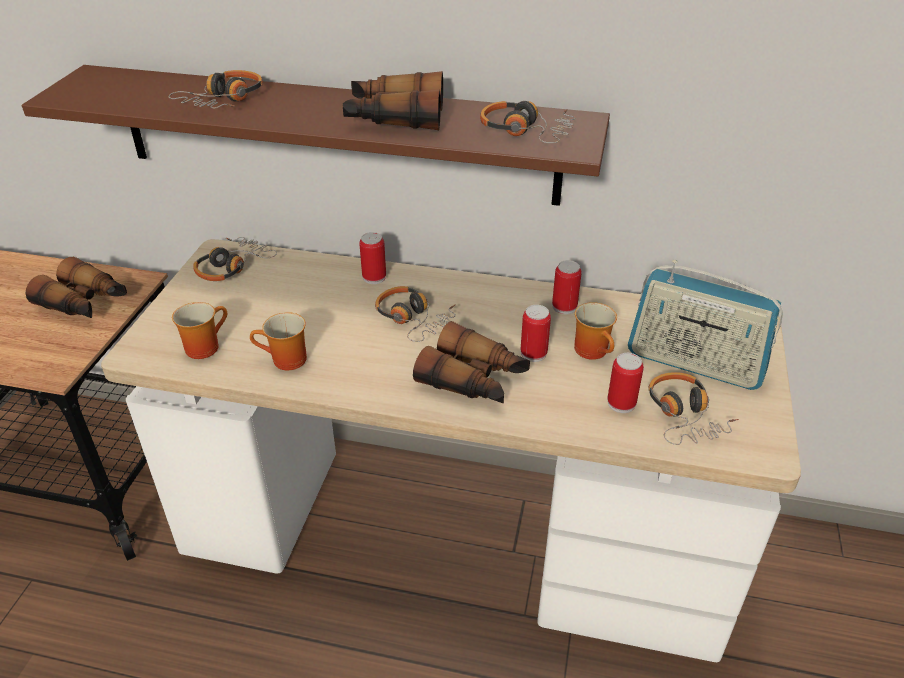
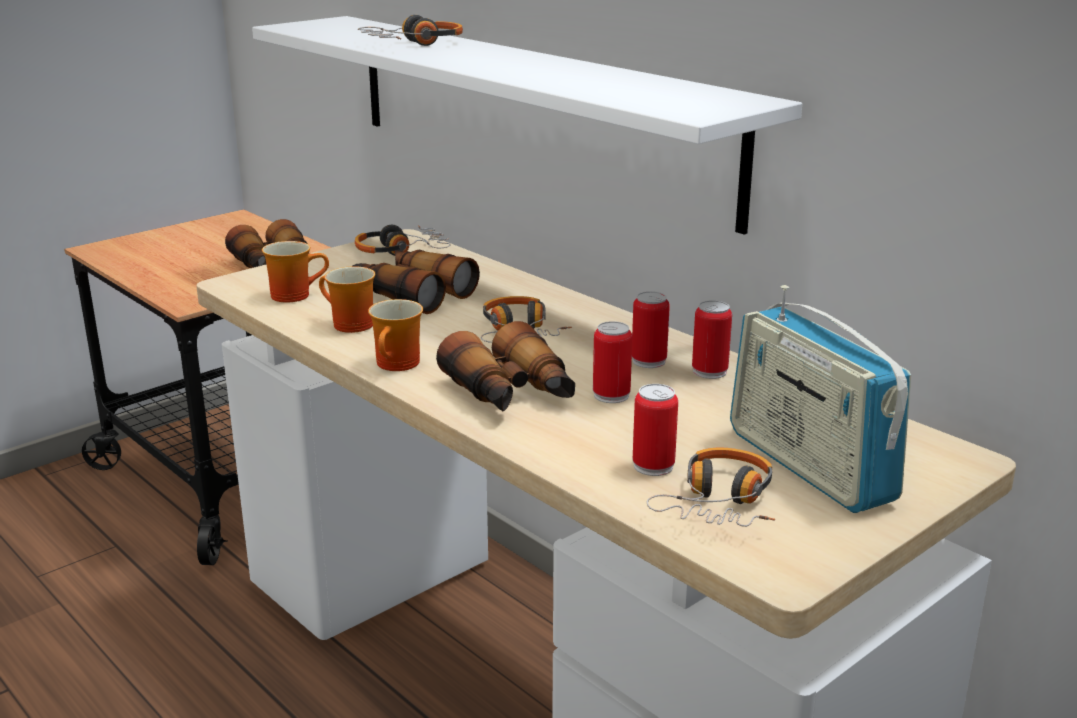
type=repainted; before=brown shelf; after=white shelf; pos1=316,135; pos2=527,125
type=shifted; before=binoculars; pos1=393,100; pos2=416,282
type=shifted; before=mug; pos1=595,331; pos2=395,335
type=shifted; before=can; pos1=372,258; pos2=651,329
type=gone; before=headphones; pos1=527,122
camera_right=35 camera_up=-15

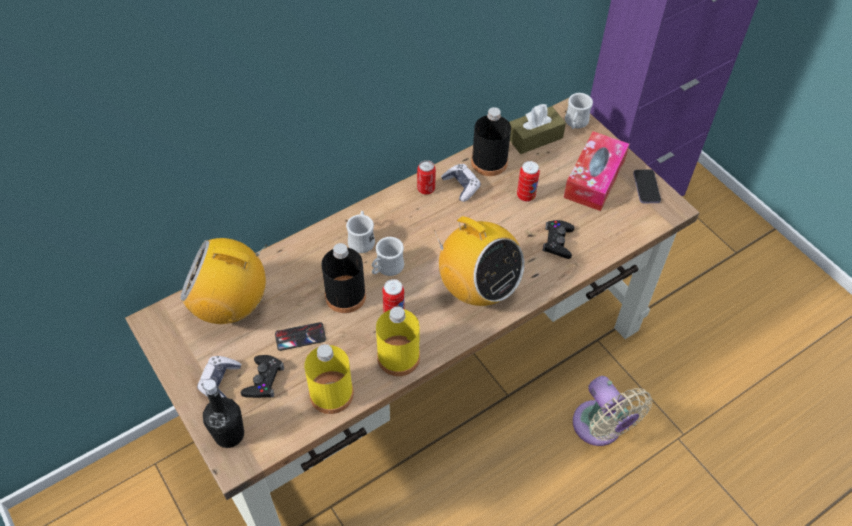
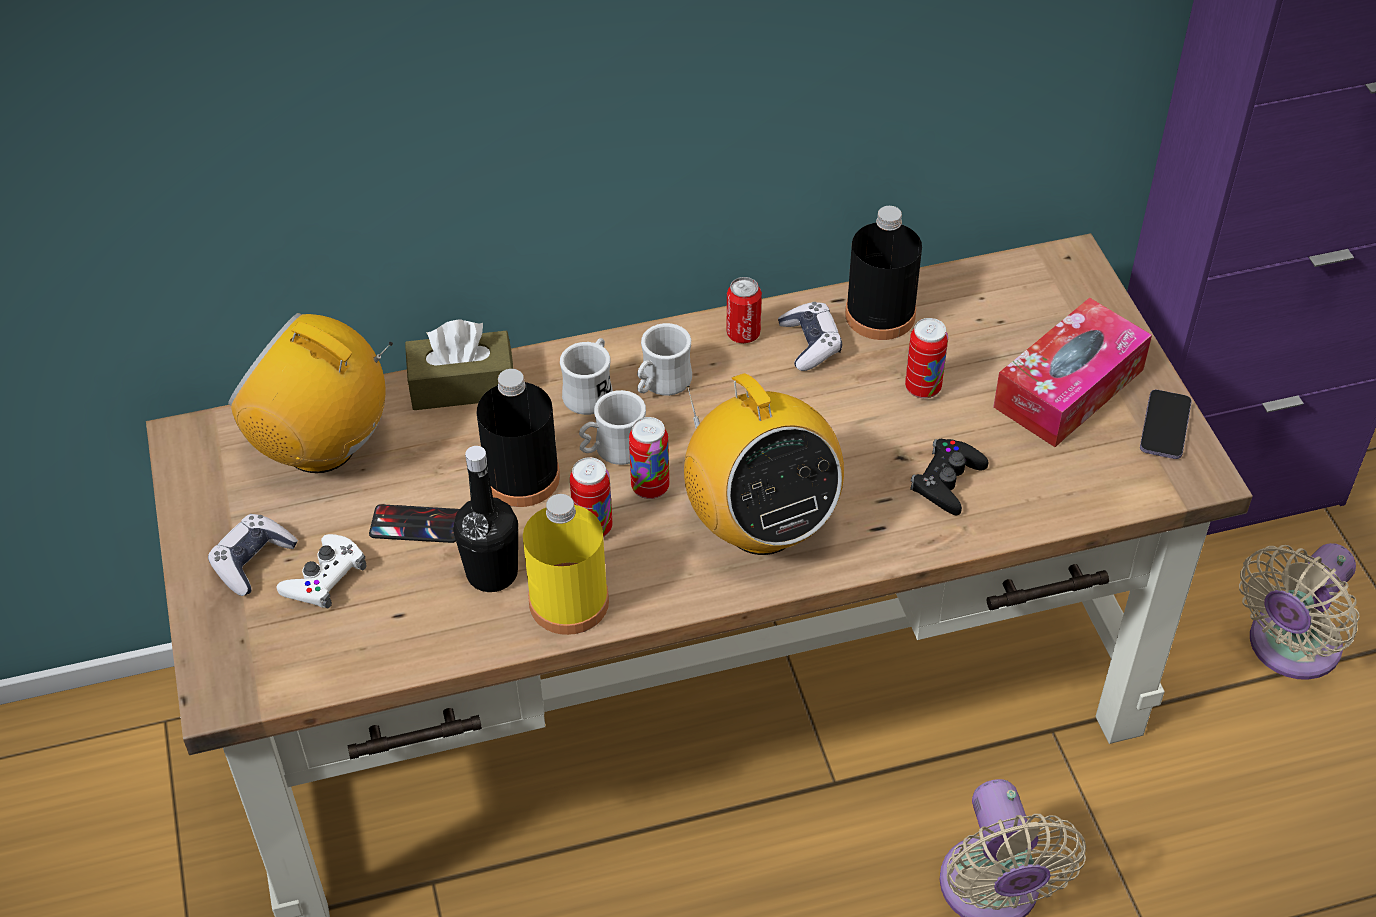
type=repainted; before=black game controller; after=white game controller; pos1=262,376; pos2=322,571
type=shifted; before=brown tissue box; pos1=537,129; pos2=459,365
type=shifted; before=black bottle; pos1=223,413; pos2=485,519
type=new; after=can; pos2=649,458
type=shifted; before=white mug; pos1=579,111; pos2=664,359
type=new; after=beige fan; pos2=1299,611
type=gone; before=yellow bottle; pos1=329,379
camera_right=20 camera_up=-5

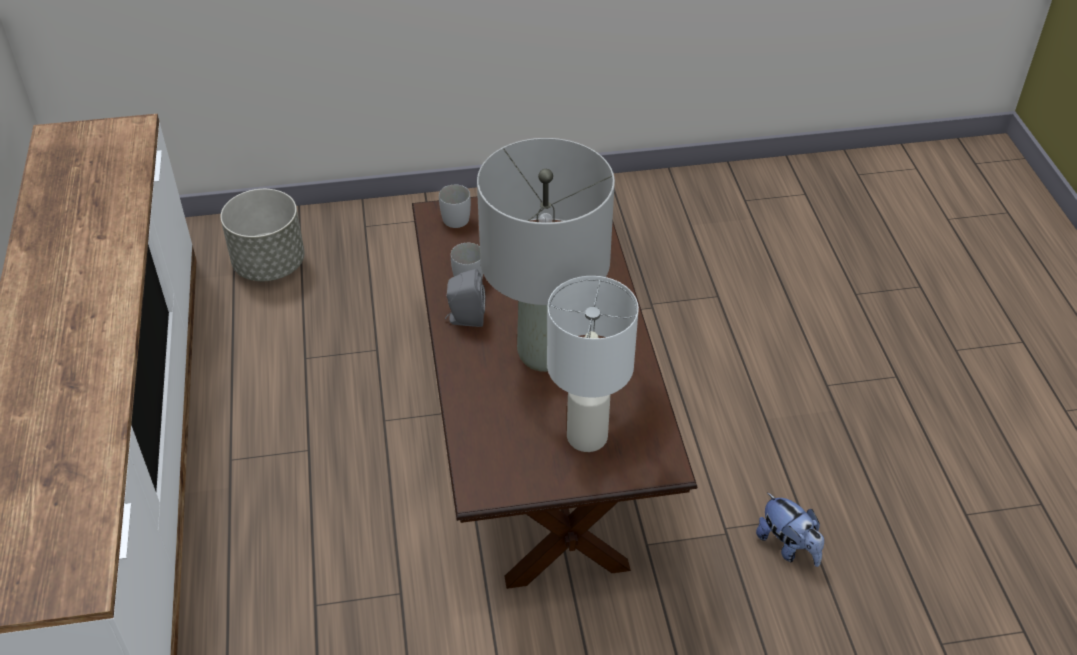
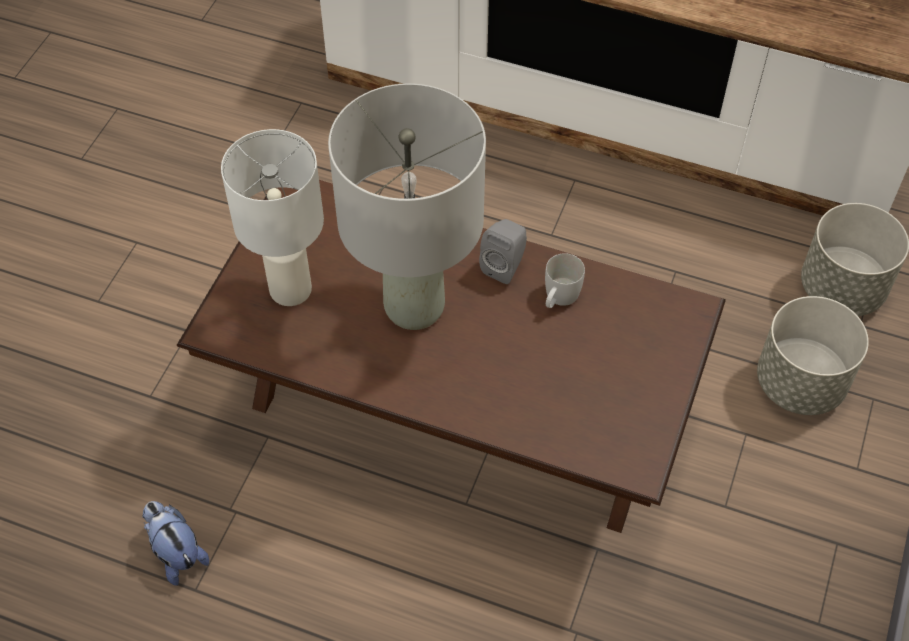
type=rotated; before=plush toy; pos1=790,529; pos2=175,543; turn=60
type=new; after=grey planter; pos2=813,355
type=gone; before=white mug; pos1=455,206
camera_right=120 camera_up=10

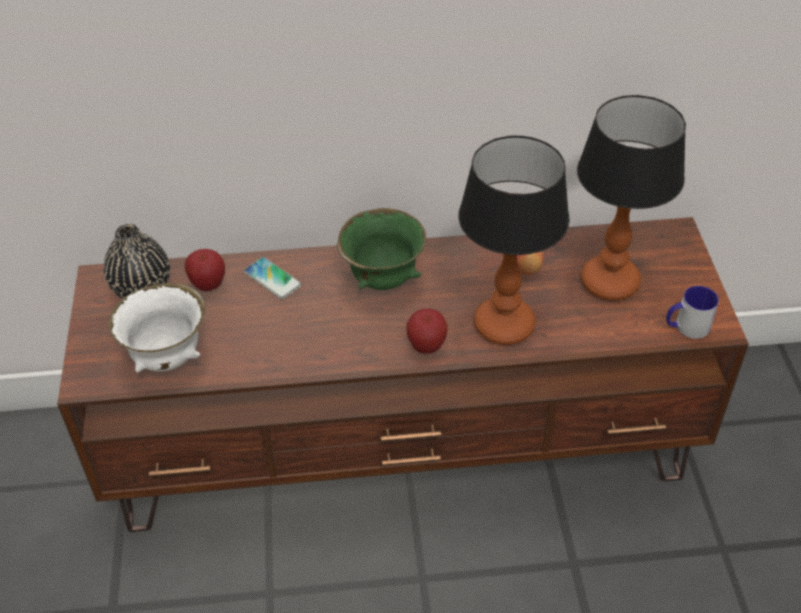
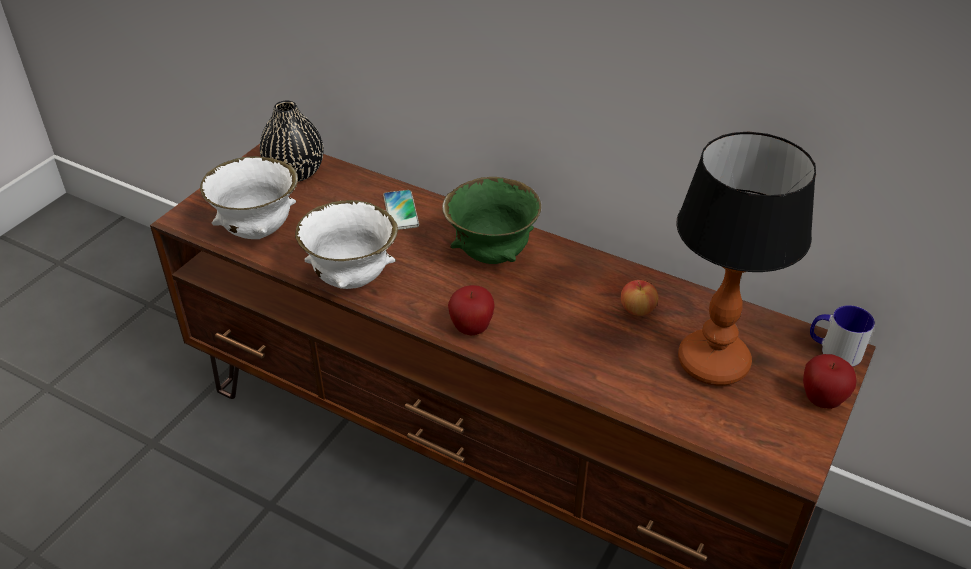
type=new; after=white bowl; pos2=346,244
type=shifted; before=apple; pos1=204,270; pos2=830,381
type=shifted; before=mug; pos1=692,312; pos2=842,336
type=gone; before=table lamp; pos1=514,240
camera_right=35 camera_up=-5

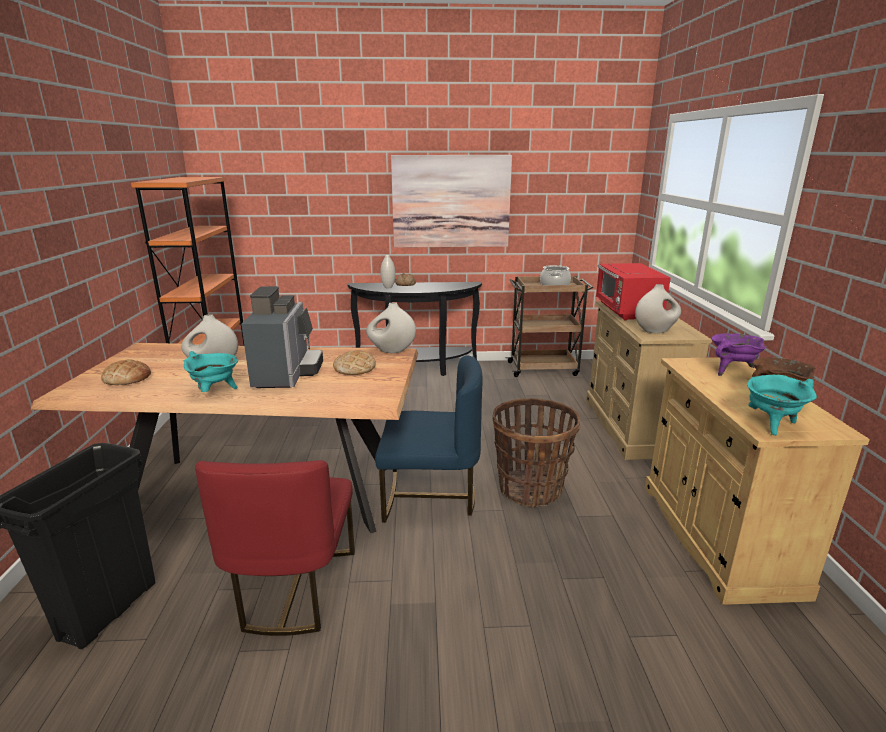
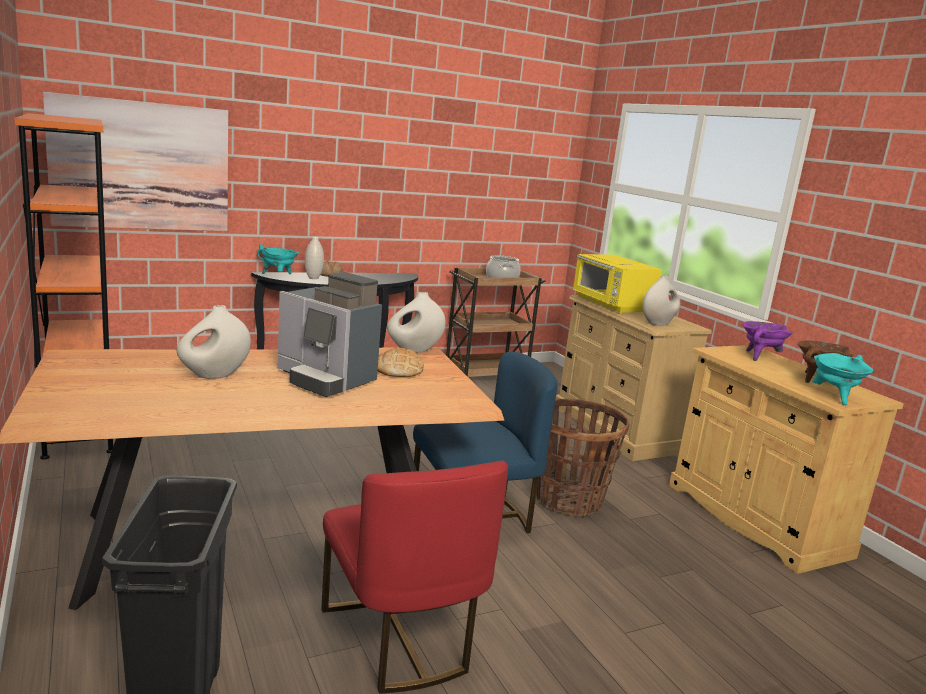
type=shifted; before=picture; pos1=451,201; pos2=135,161
type=shifted; before=turquoise cooking pot; pos1=211,371; pos2=278,259
type=rotated; before=coffee machine; pos1=282,337; pos2=329,334; turn=150
type=repainted; before=red microwave; after=yellow microwave; pos1=633,292; pos2=617,284
type=gone; before=bread; pos1=126,372
camera_right=-25 camera_up=-5

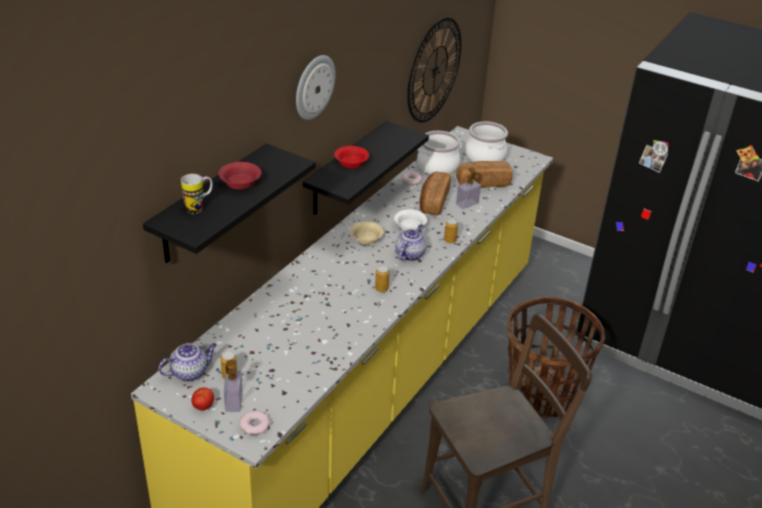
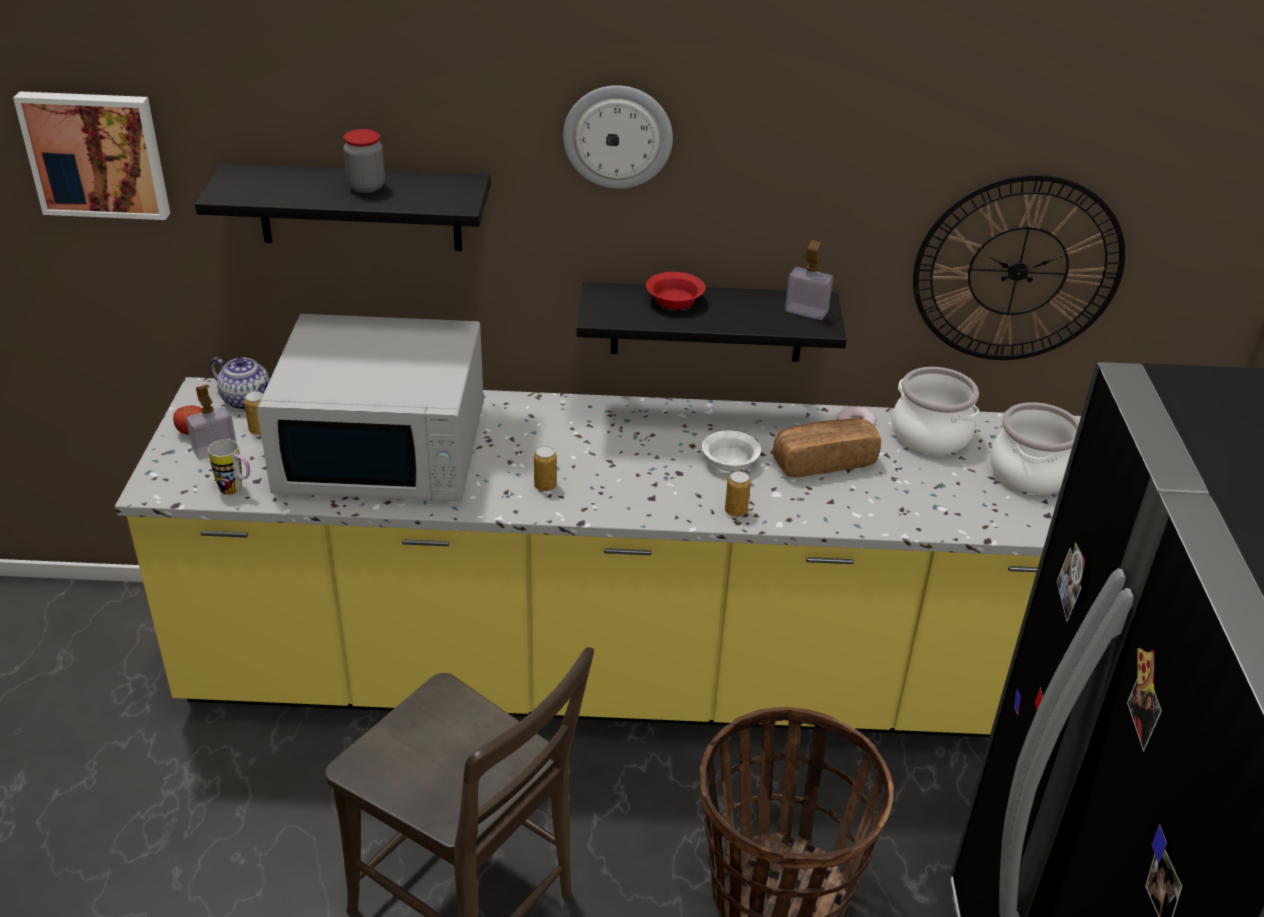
type=new; after=picture; pos2=91,155
type=shifted; before=mug; pos1=196,194; pos2=229,467
type=new; after=white microwave; pos2=370,408
type=swapped; before=red bowl; after=jar; pos1=239,176; pos2=364,161
type=shifted; before=soap dispenser; pos1=468,188; pos2=809,280
type=gone; before=donut; pos1=254,423
type=gone; before=beige bowl; pos1=367,233
type=gone; before=teapot; pos1=410,242
type=gone; before=bread; pos1=484,174
camera_right=60 camera_up=0

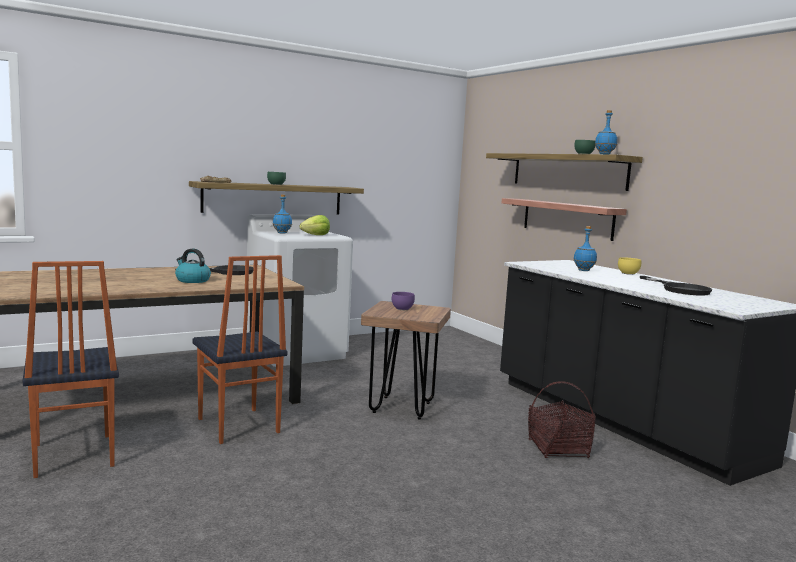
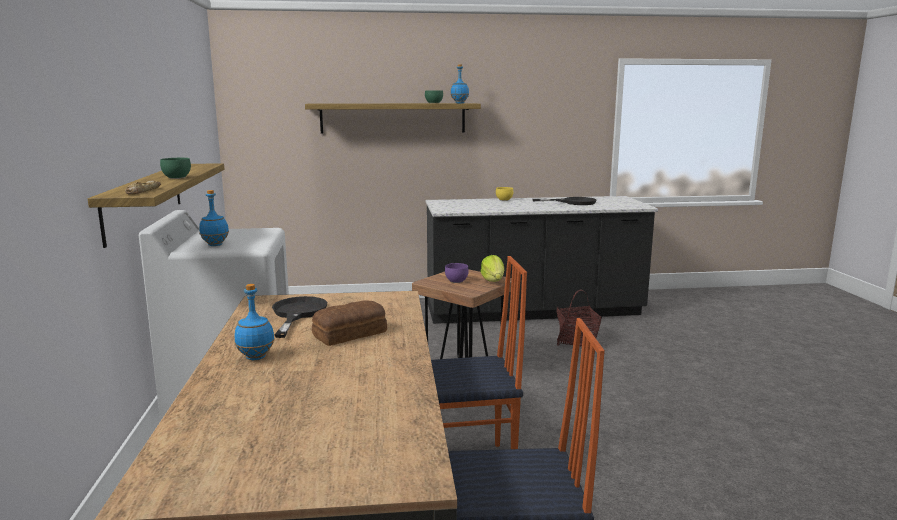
type=shifted; before=blue bottle; pos1=585,248; pos2=254,322
type=swapped; before=kettle; after=bread; pos1=193,266; pos2=349,323
type=shifted; before=lettuce; pos1=315,225; pos2=492,268
type=gone; before=shelf; pos1=564,219
camera_right=-65 camera_up=5

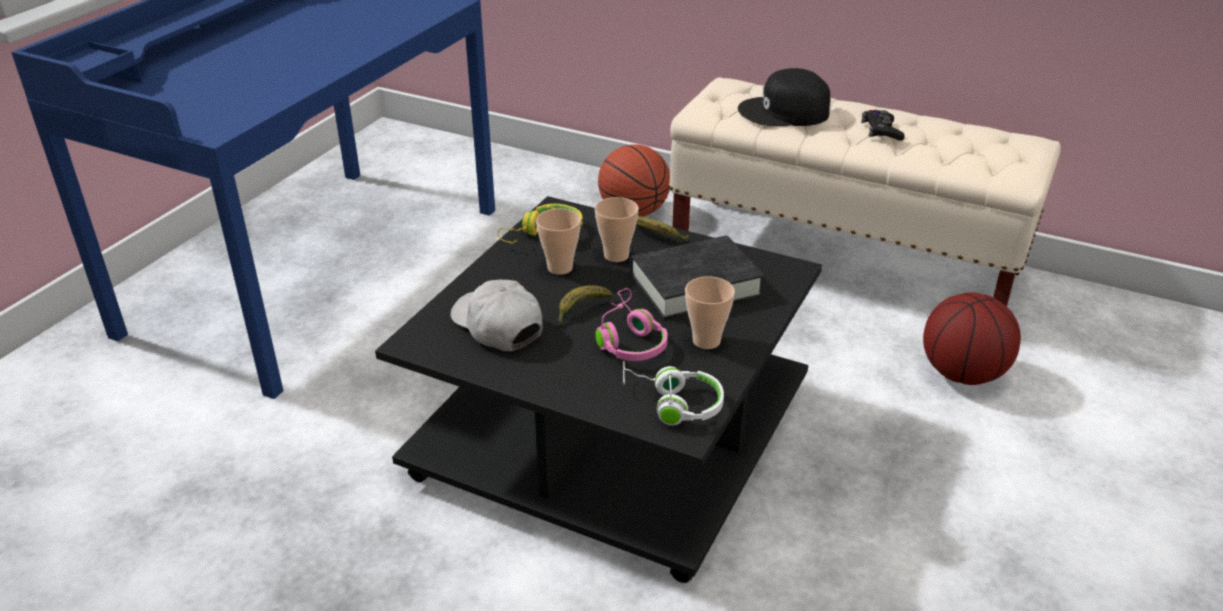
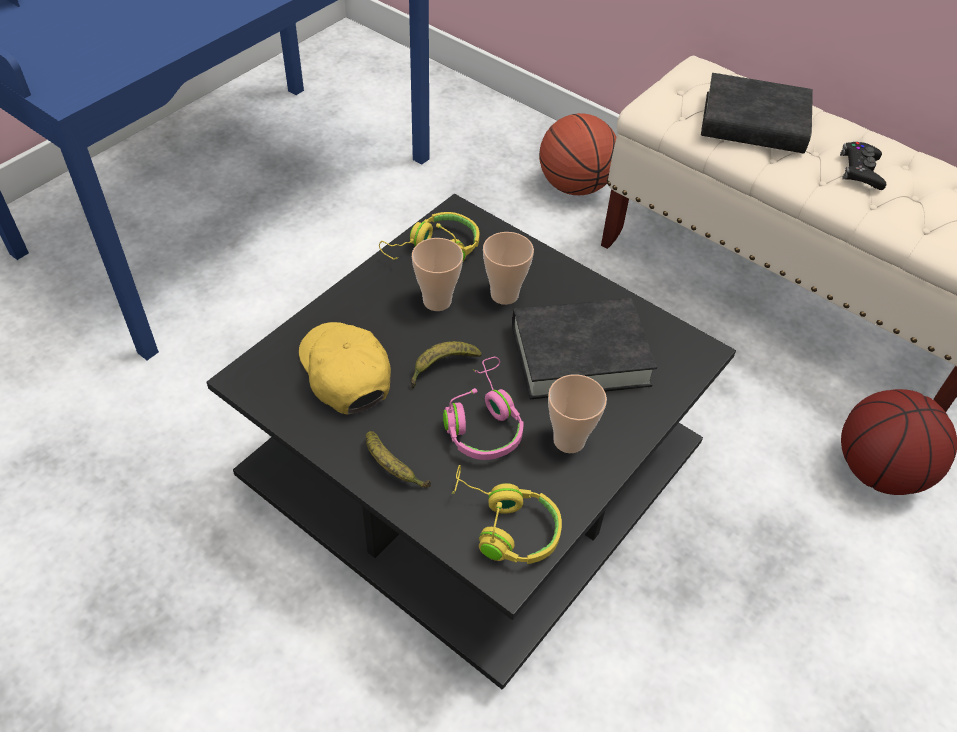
type=repainted; before=white cap; after=yellow cap; pos1=497,315; pos2=345,368
type=shifted; before=banana; pos1=663,228; pos2=398,459
type=repainted; before=white headphones; after=yellow headphones; pos1=673,393; pos2=507,514
type=swapped; before=black cap; after=black book; pos1=784,97; pos2=757,113
camera_right=10 camera_up=15

